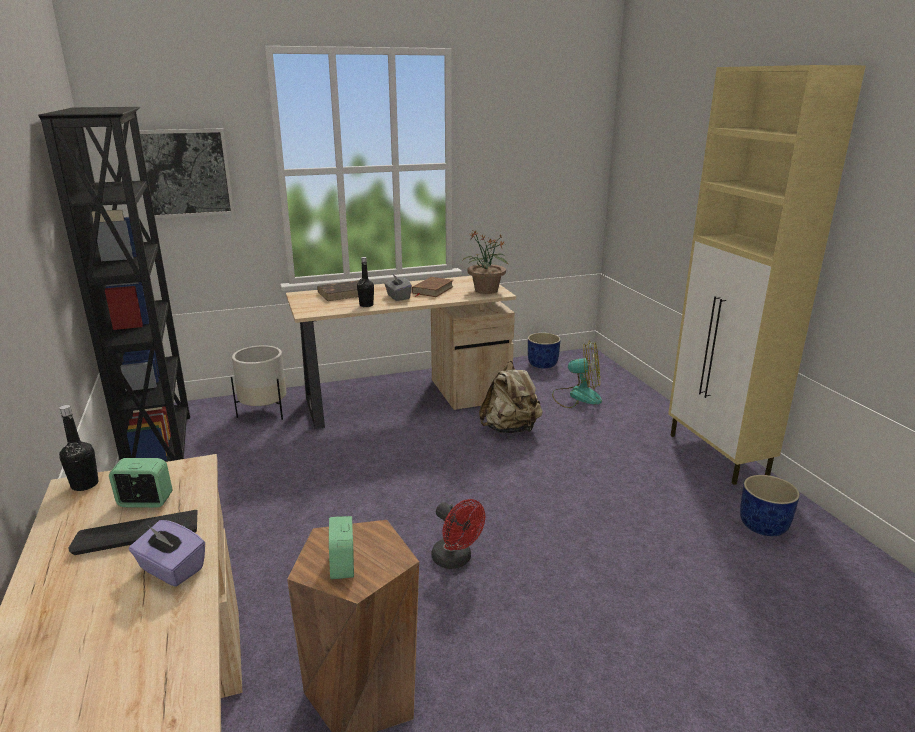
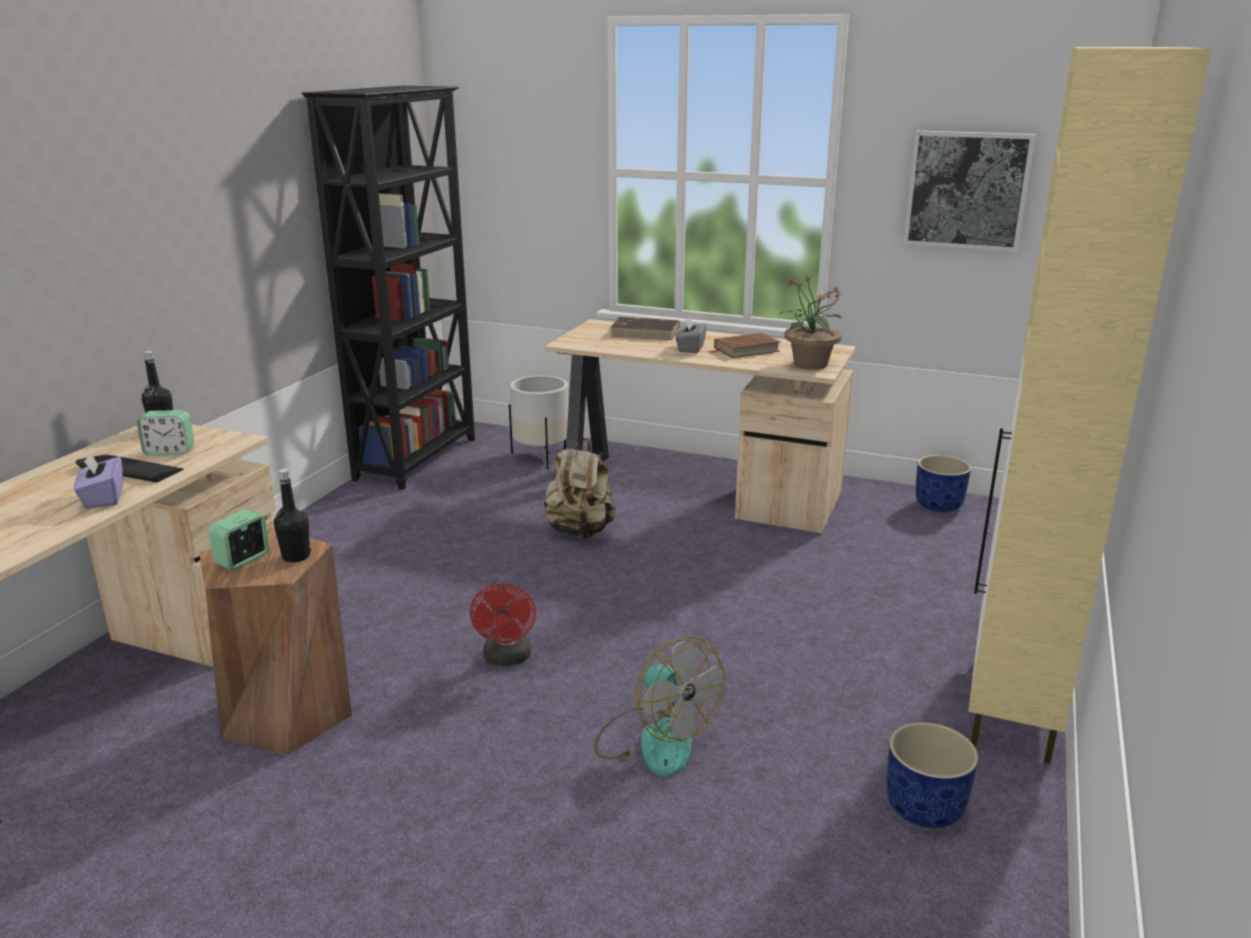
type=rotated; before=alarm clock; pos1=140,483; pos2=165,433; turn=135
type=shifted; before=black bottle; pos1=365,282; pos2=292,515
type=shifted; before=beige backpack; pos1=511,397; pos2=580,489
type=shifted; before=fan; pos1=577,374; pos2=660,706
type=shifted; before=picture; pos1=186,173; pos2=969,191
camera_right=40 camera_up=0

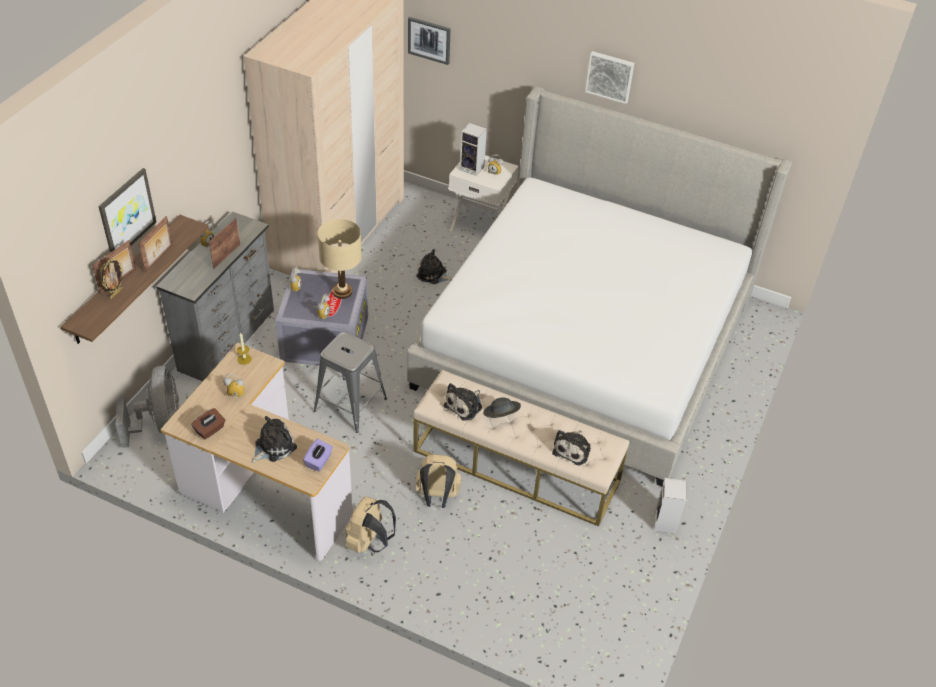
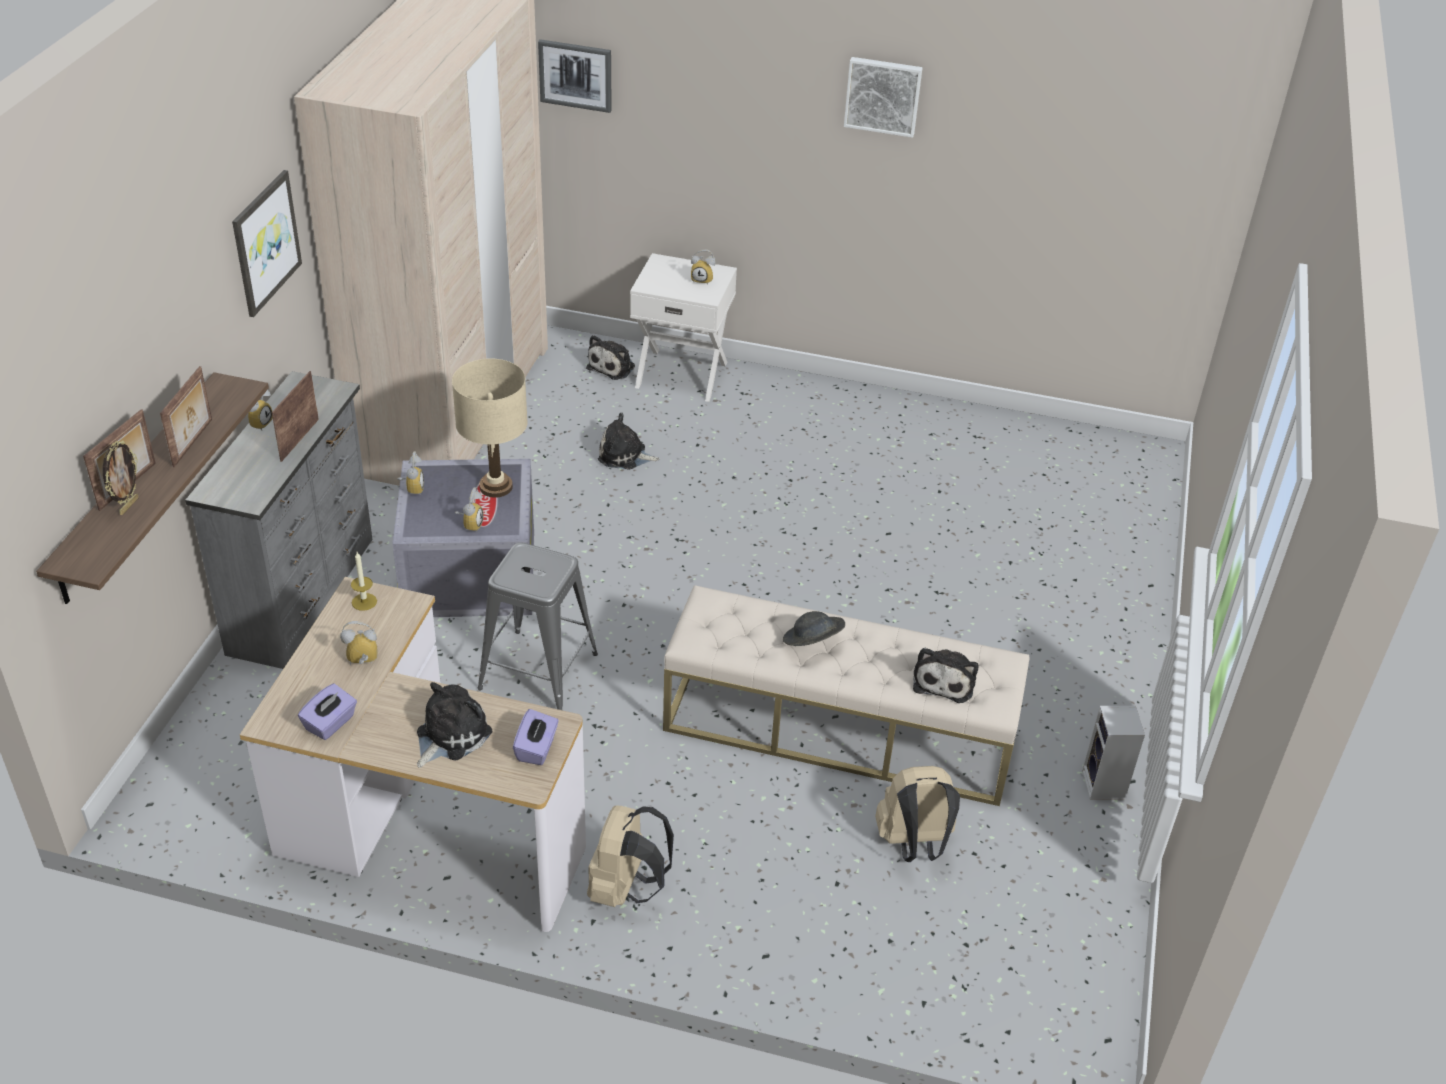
type=shifted; before=picture; pos1=127,210; pos2=267,243
type=repainted; before=brown tissue box; after=purple tissue box; pos1=208,424; pos2=327,711
type=shifted; before=plush toy; pos1=463,402; pos2=610,357
type=shifted; before=beige backpack; pos1=438,481; pos2=917,814
type=gone; before=grey fan; pos1=147,407
type=gone; before=bed; pos1=599,286
type=gone; before=speaker; pos1=473,149
camera_right=-10 camera_up=-5

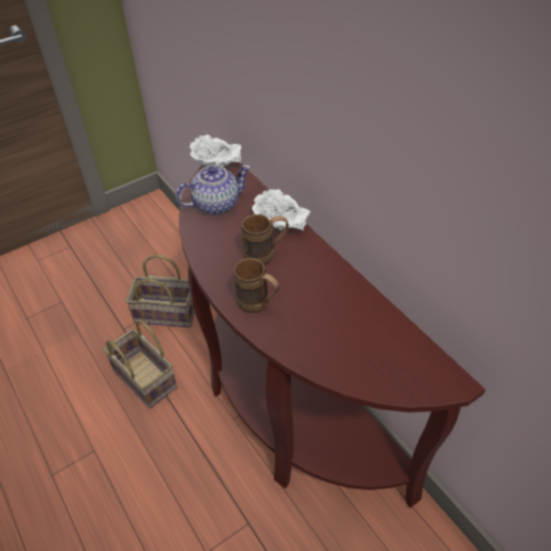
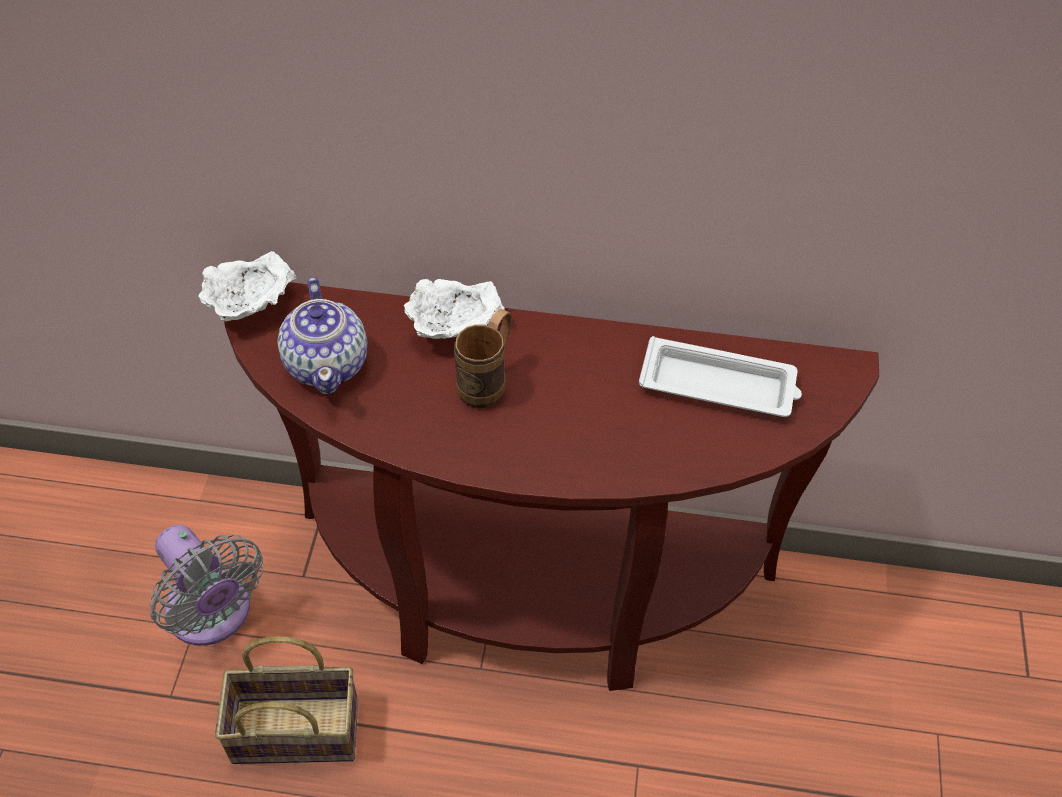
type=swapped; before=basket; after=grey fan; pos1=160,291; pos2=206,585
type=rotated; before=teapot; pos1=213,190; pos2=322,336; turn=150
type=new; after=white tray; pos2=720,376
type=gone; before=brown mug; pos1=257,285
camera_right=-50 camera_up=5

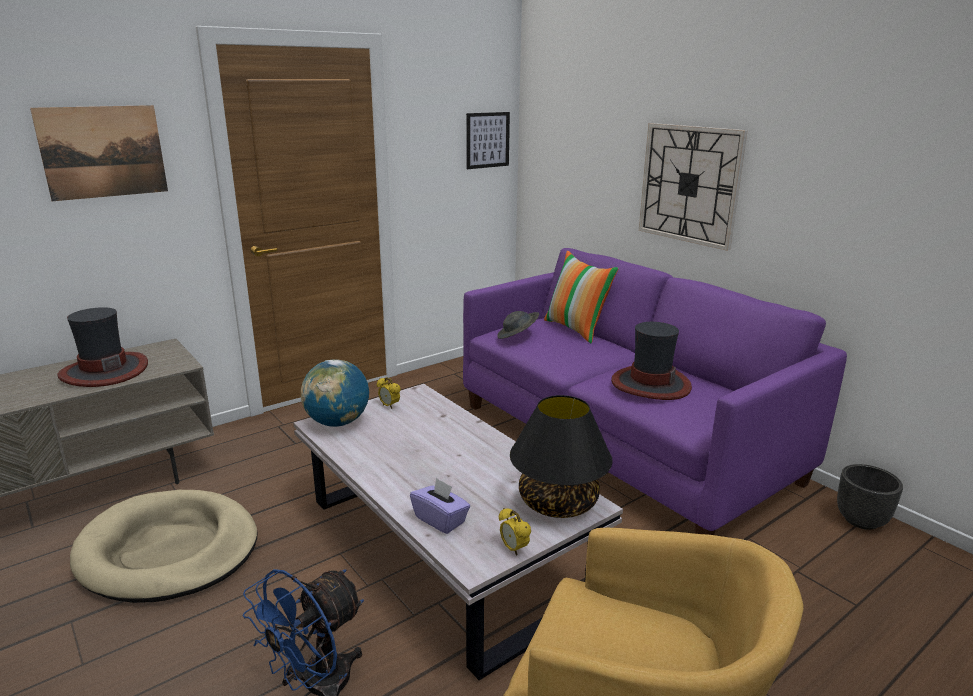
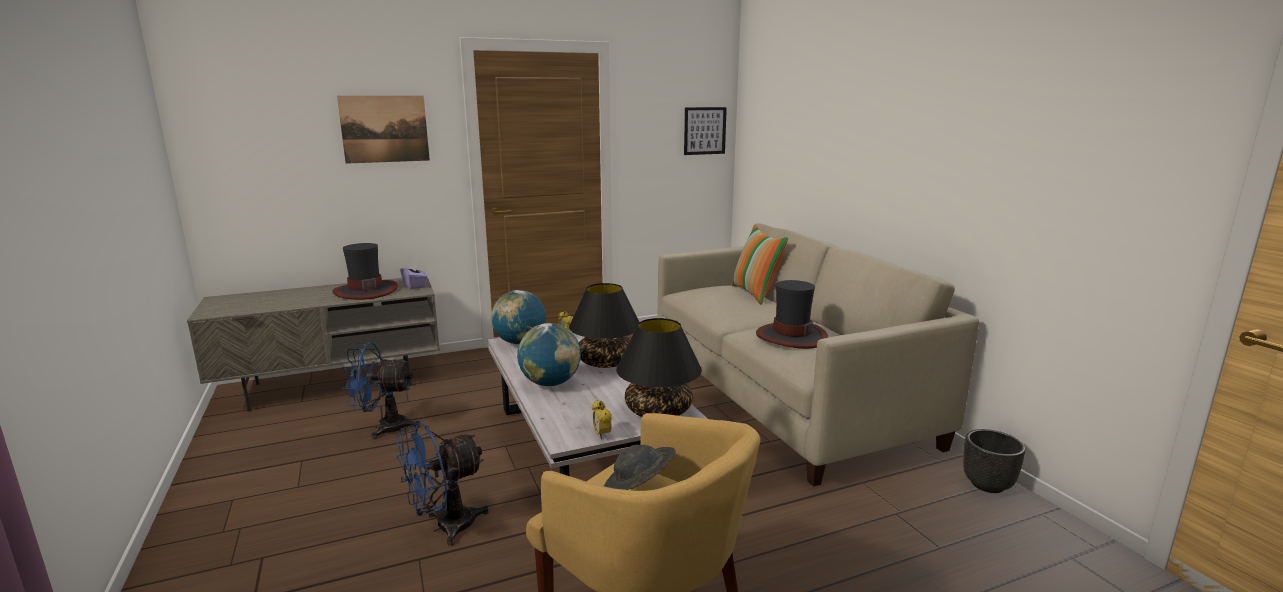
type=swapped; before=beige dog bed; after=blue fan; pos1=163,546; pos2=381,390
type=shifted; before=purple tissue box; pos1=440,505; pos2=413,275
type=new; after=globe; pos2=549,354
type=new; after=black table lamp; pos2=604,325
type=shifted; before=grey hat; pos1=518,325; pos2=640,467
type=repainted; before=purple sofa; after=beige sofa; pos1=655,391; pos2=818,355
type=gone; before=wall clock; pos1=693,187
camera_right=15 camera_up=-5

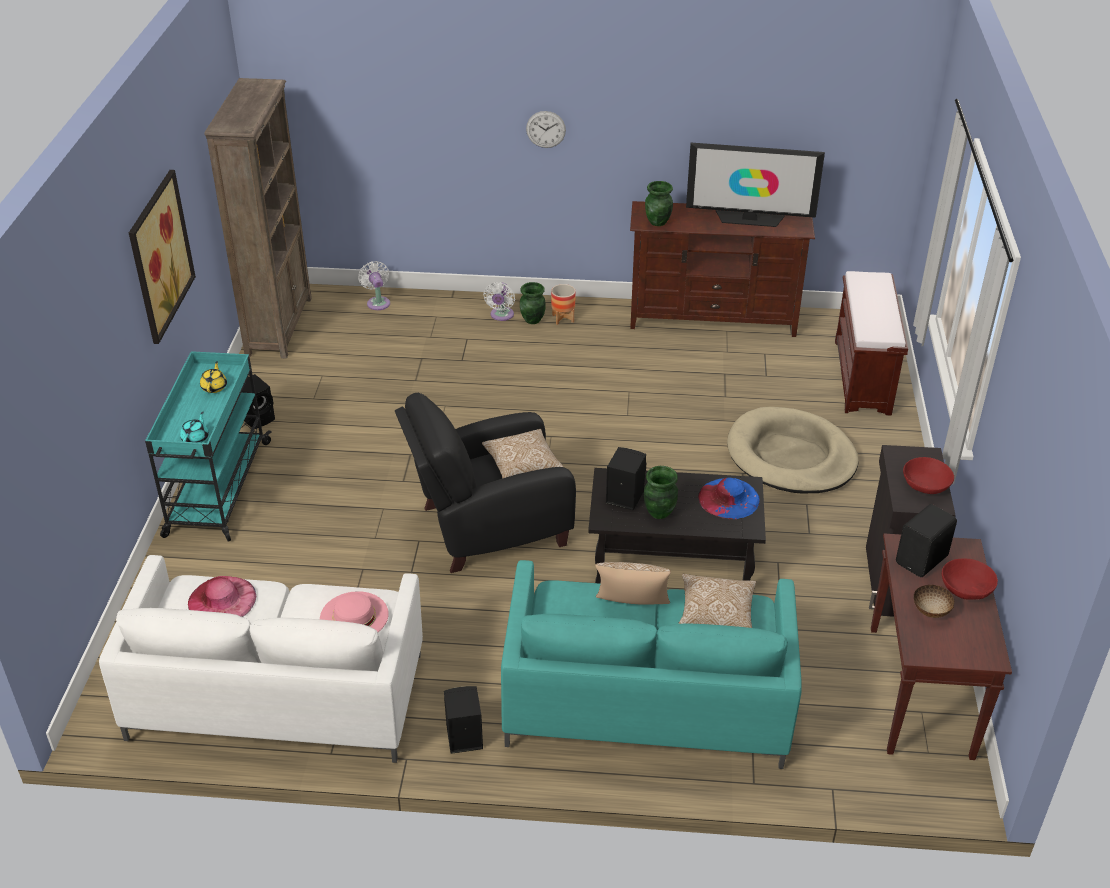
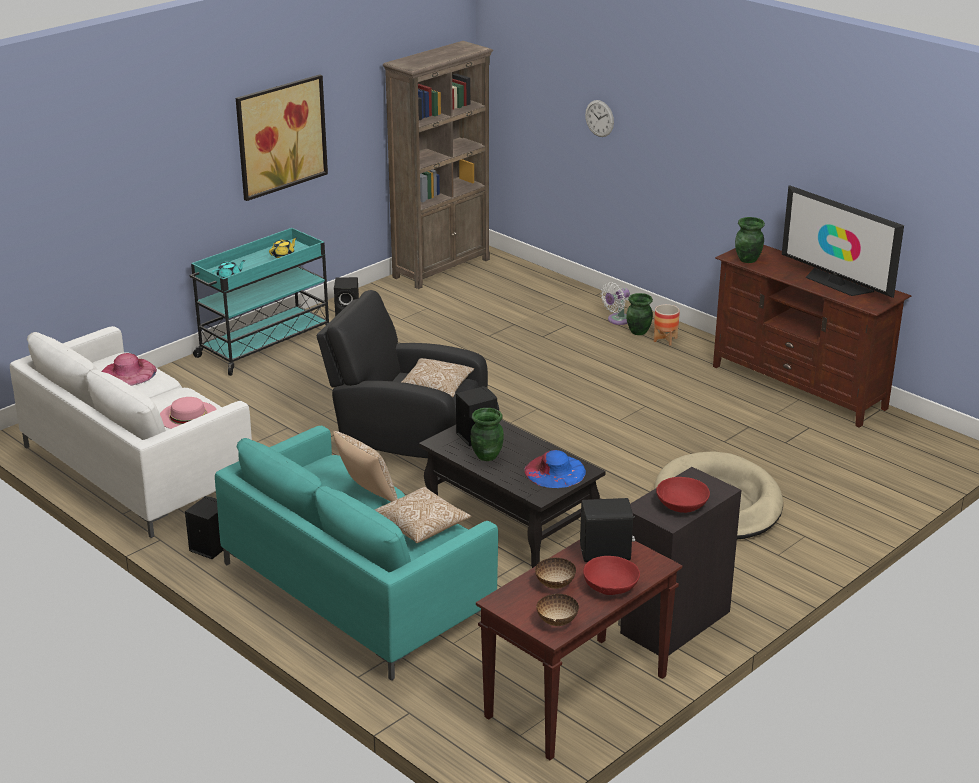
type=new; after=bowl; pos2=557,610
type=shifted; before=wall clock; pos1=546,129; pos2=599,118
type=gone; before=white fan; pos1=374,285
type=gone; before=brown bench; pos1=871,343
camera_right=40 camera_up=-10

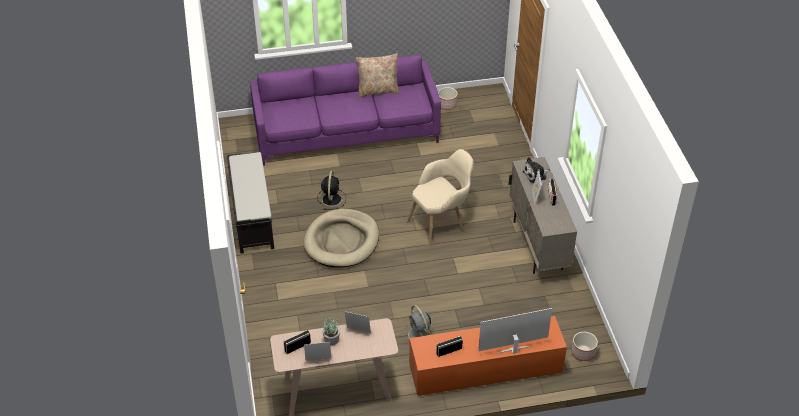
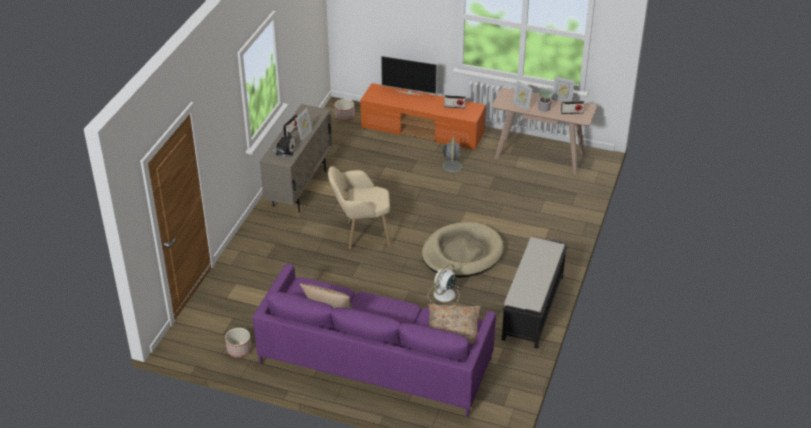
type=repainted; before=black fan; after=white fan; pos1=331,190; pos2=443,284
type=new; after=beige pillow; pos2=454,324
camera_right=-150 camera_up=-5

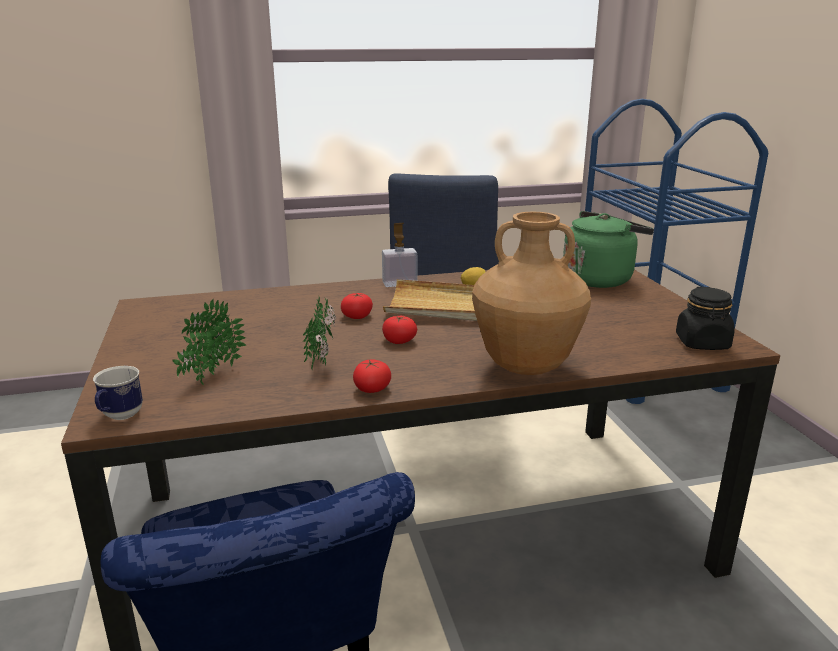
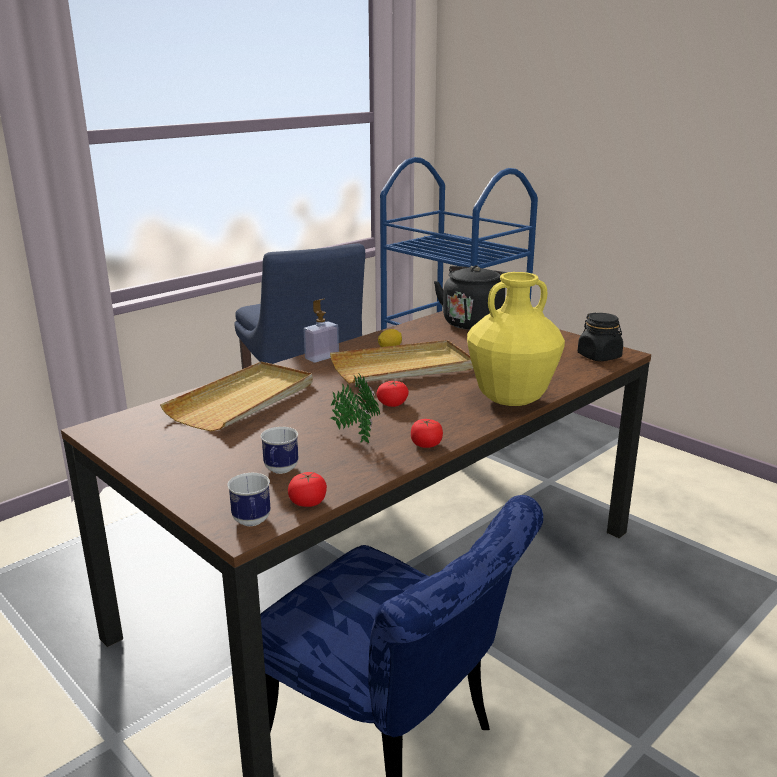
type=new; after=beige tray; pos2=236,396
type=swapped; before=potted plant; after=mug; pos1=209,342; pos2=280,450
type=shifted; before=tomato; pos1=357,306; pos2=307,489
type=repainted; before=green kettle; after=black kettle; pos1=608,249; pos2=470,297
type=repainted; before=brown vase; after=yellow vase; pos1=531,293; pos2=516,339
camera_right=-30 camera_up=0

